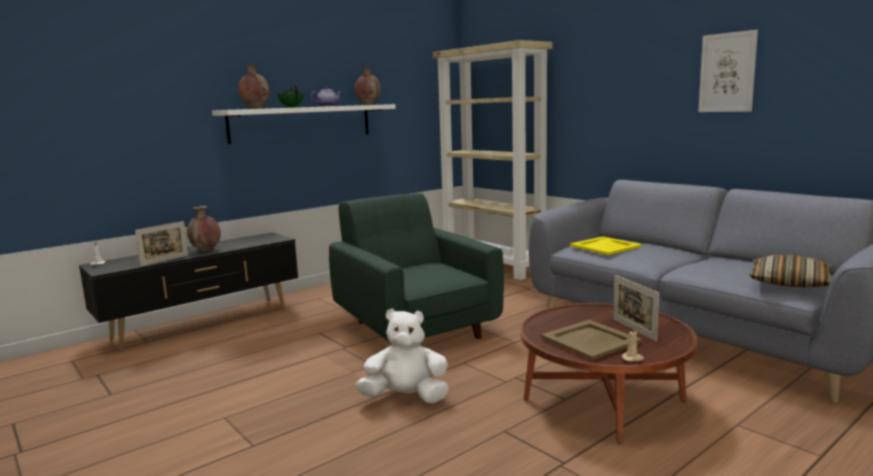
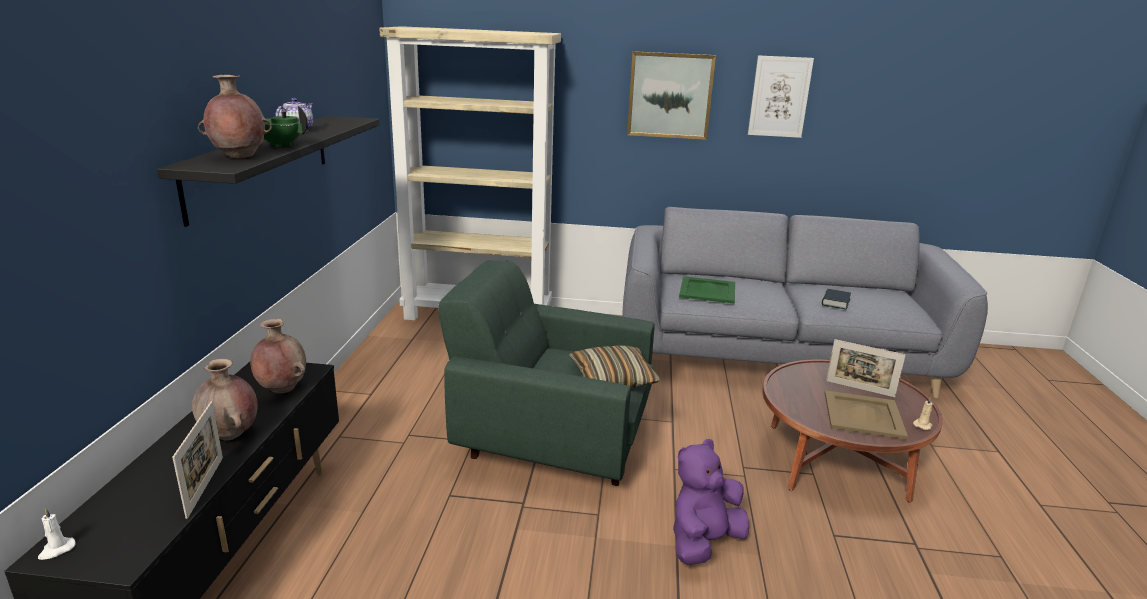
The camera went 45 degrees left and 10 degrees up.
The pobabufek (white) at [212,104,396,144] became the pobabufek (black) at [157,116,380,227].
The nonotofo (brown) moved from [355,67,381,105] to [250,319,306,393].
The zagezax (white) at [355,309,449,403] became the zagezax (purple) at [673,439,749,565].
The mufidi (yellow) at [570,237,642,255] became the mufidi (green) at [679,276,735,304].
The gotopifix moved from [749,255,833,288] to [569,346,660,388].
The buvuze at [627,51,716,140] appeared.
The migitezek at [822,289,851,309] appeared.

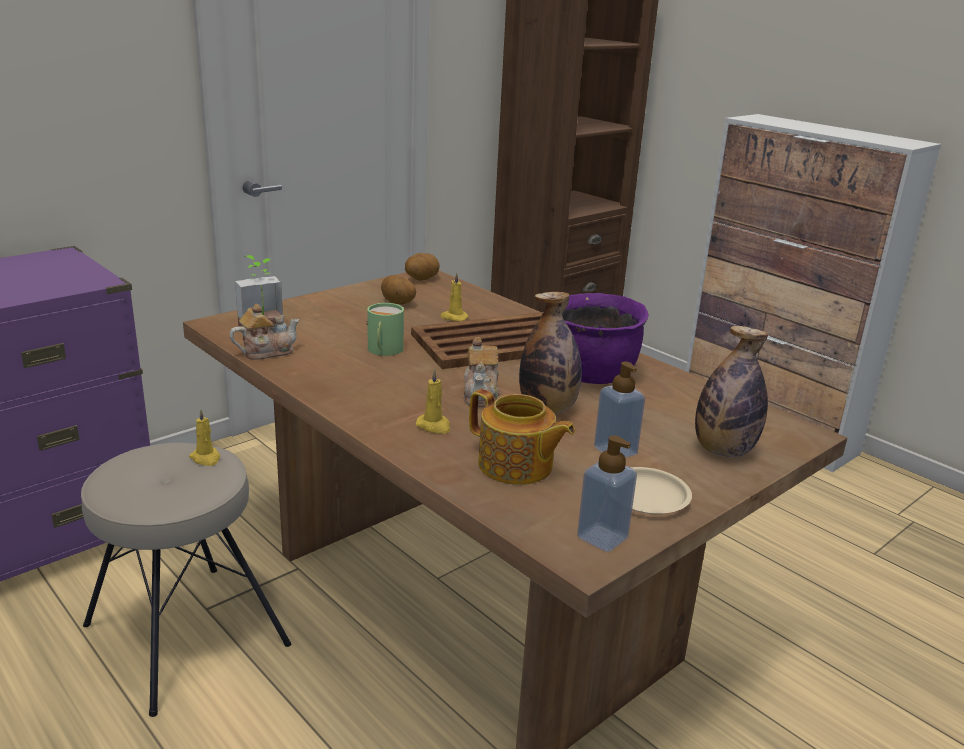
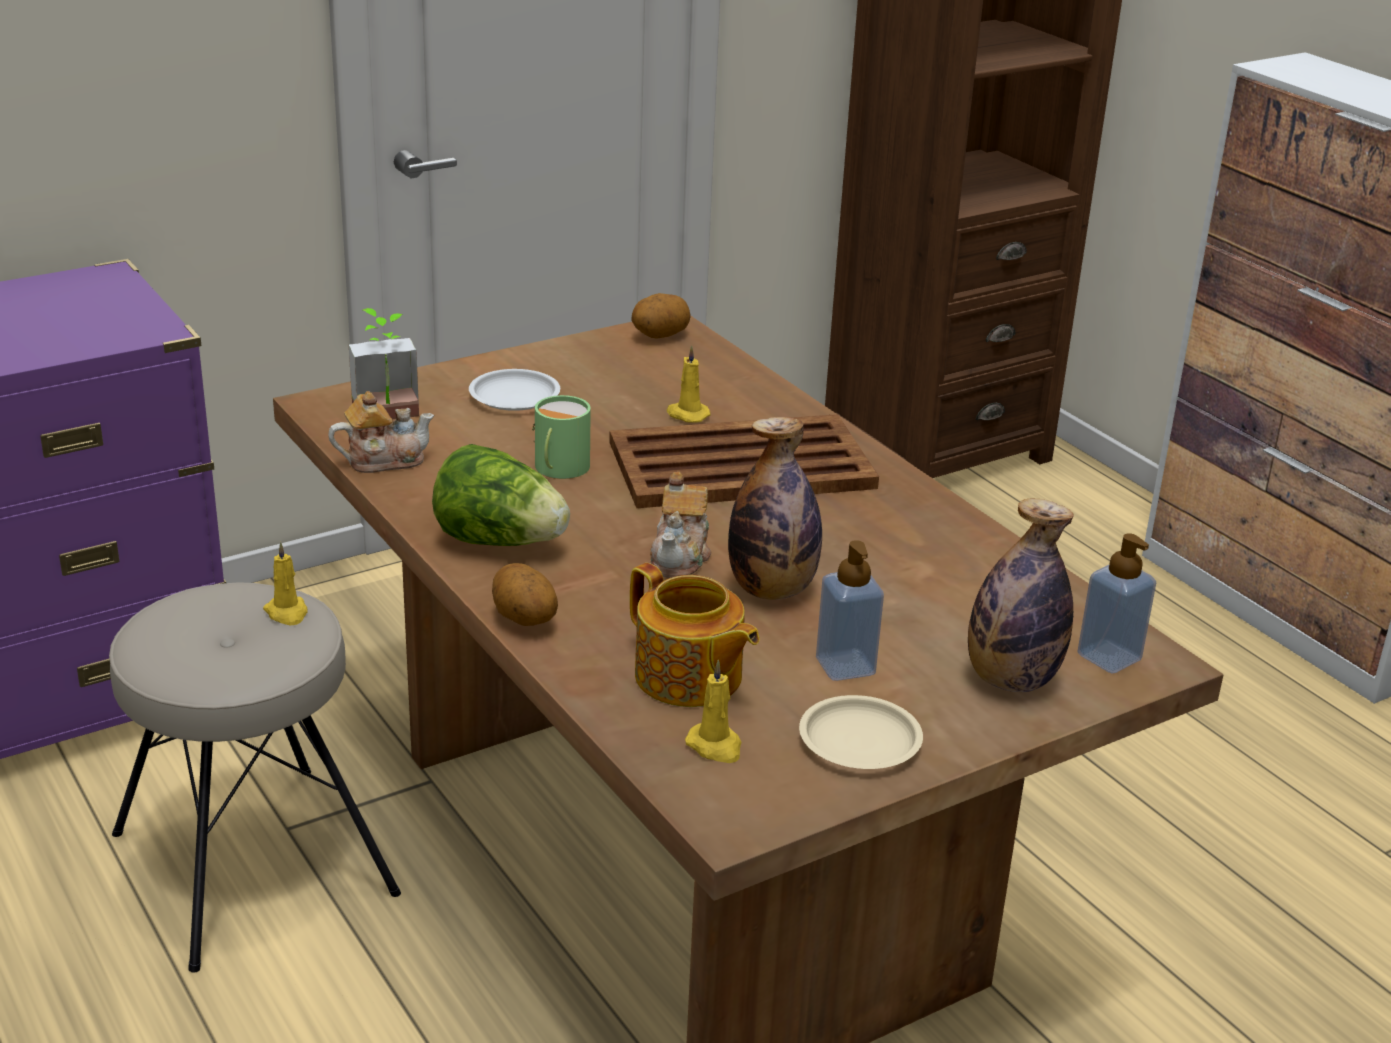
The camera went 10 degrees right and 5 degrees up.
The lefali moved from [381,275,416,305] to [492,563,558,626].
The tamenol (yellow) moved from [416,369,450,434] to [685,660,742,763].
The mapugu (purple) at [563,293,649,384] disappeared.
The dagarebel moved from [577,435,637,552] to [1077,533,1156,674].
The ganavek at [432,444,570,546] appeared.
The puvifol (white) at [469,369,560,411] appeared.

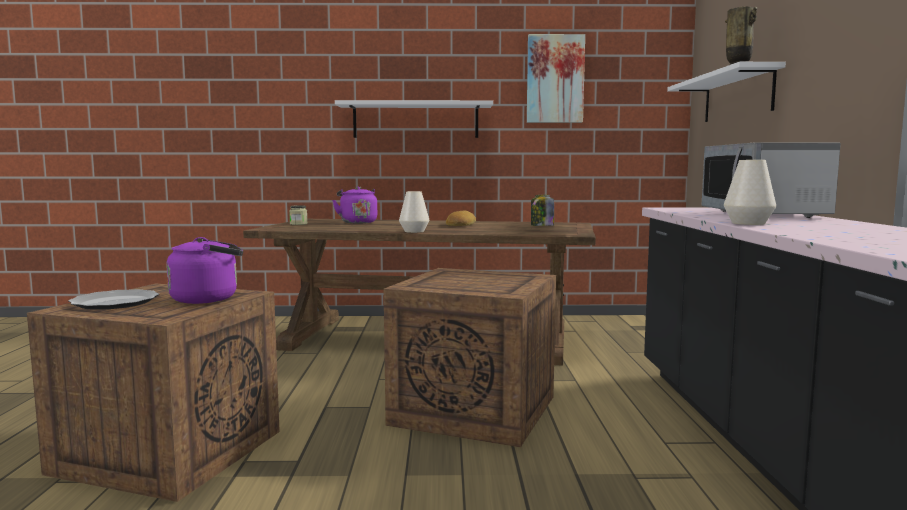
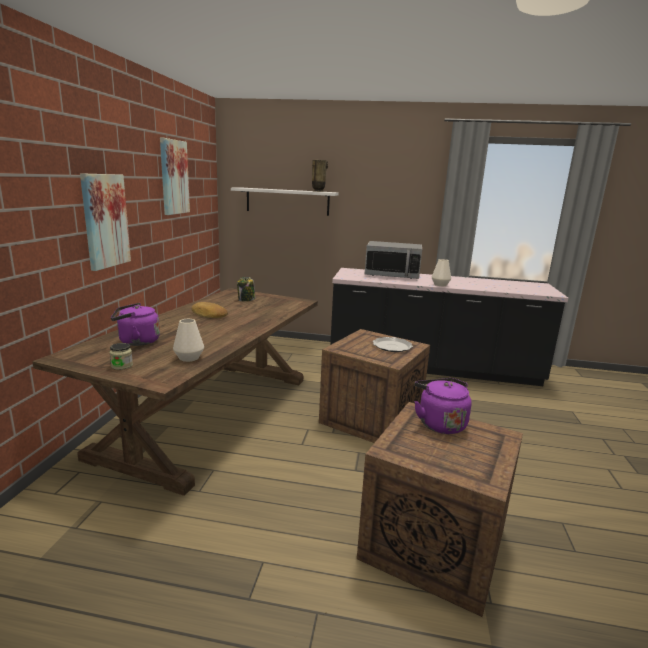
The camera went 80 degrees left and 10 degrees up.
The puvifol moved from [68,289,159,310] to [373,337,413,352].
The pobabufek (white) at [335,100,493,138] was replaced by the buvuze at [80,173,131,271].
The nonotofo (white) moved from [399,191,429,233] to [173,319,204,362].

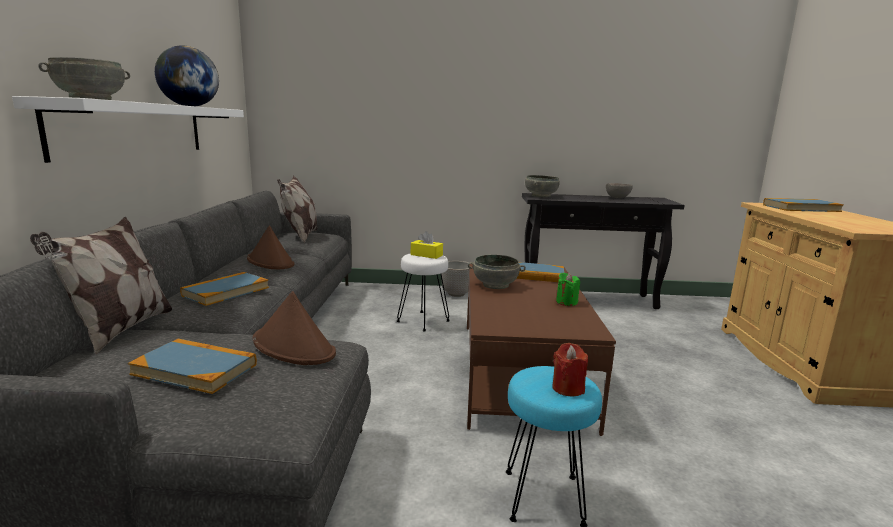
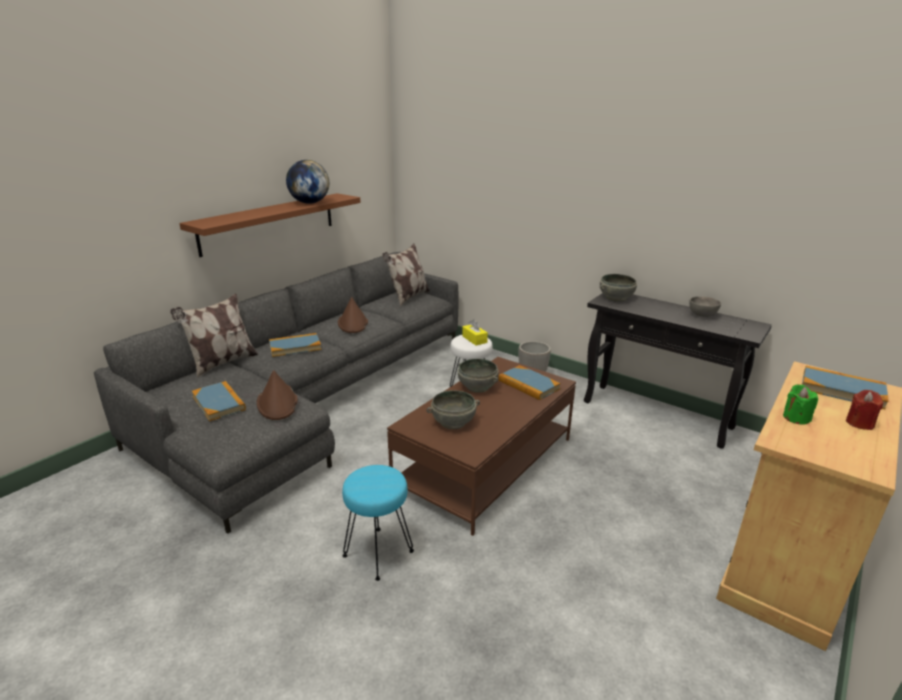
The camera went 35 degrees right and 10 degrees up.
The pobabufek (white) at [12,96,244,163] became the pobabufek (brown) at [179,193,361,257].
The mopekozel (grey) moved from [38,57,130,100] to [426,390,480,429].
The tamenol (red) moved from [552,343,588,396] to [846,390,883,430].
The tamenol (green) moved from [556,273,580,306] to [783,384,818,424].

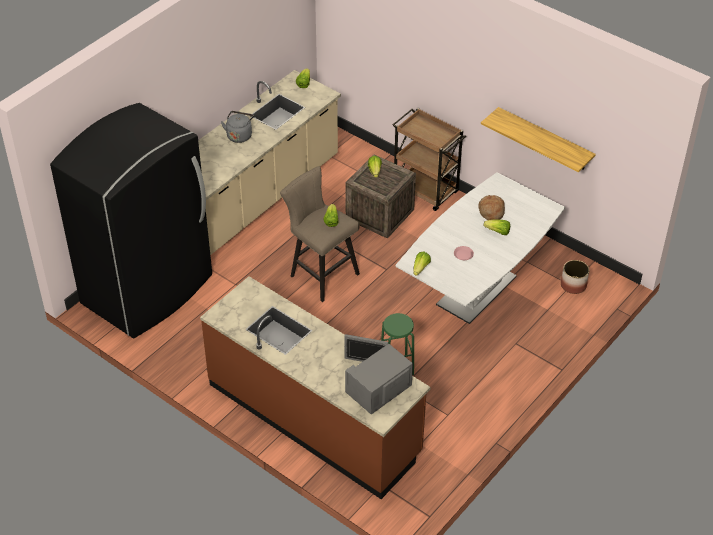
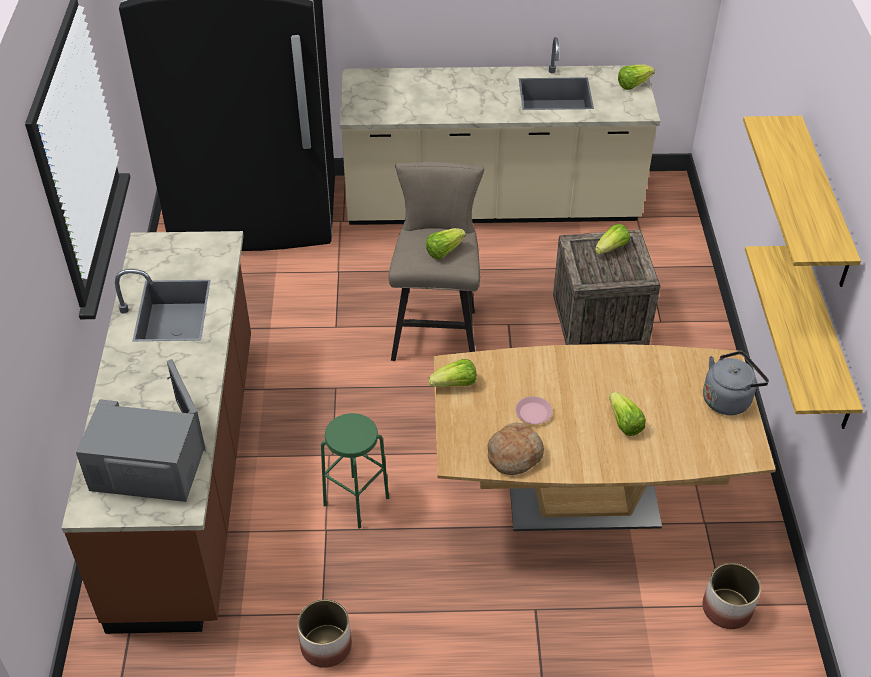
The camera went 50 degrees right and 0 degrees up.
The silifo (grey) moved from [221,111,254,143] to [703,351,769,415].
The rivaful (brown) at [393,108,466,211] disappeared.
The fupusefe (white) at [395,172,565,324] became the fupusefe (brown) at [434,344,776,531].
The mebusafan moved from [478,195,505,220] to [488,423,544,475].
The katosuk at [297,599,352,668] appeared.
The pobabufek at [743,116,861,287] appeared.

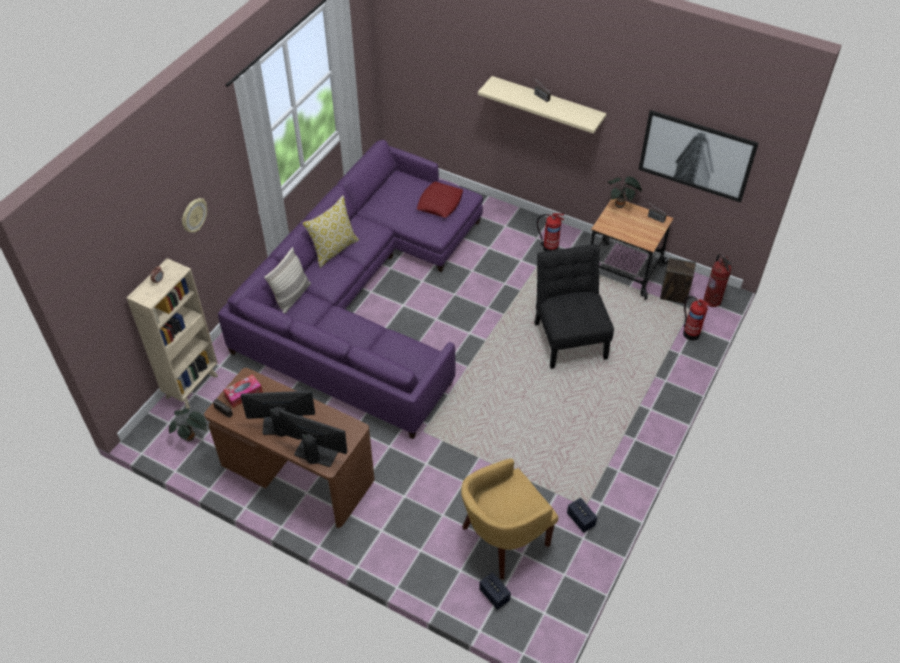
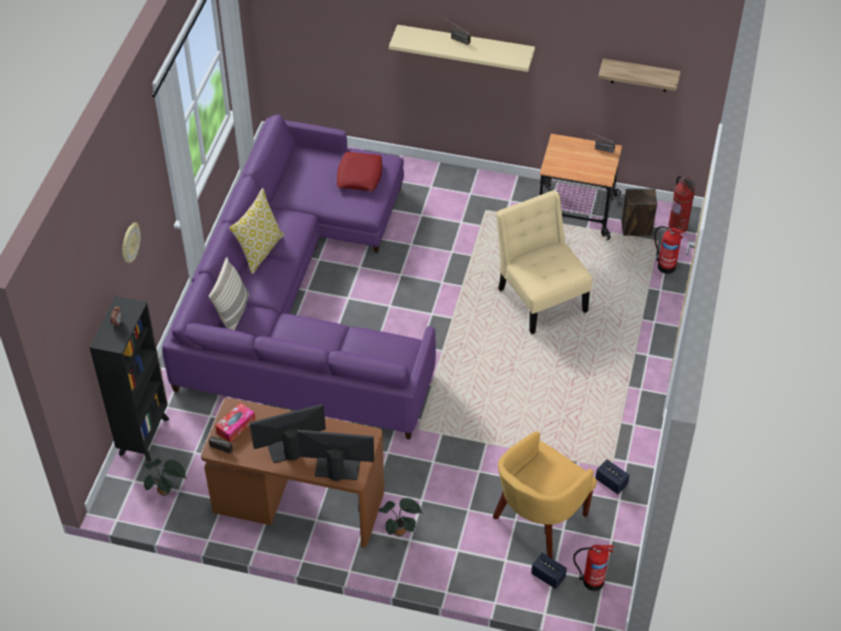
The camera went 15 degrees left and 0 degrees up.
The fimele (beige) at [127,258,218,409] became the fimele (black) at [89,296,170,462].
The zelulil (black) at [534,244,614,369] became the zelulil (beige) at [496,190,593,334].
The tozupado moved from [537,213,565,252] to [573,545,614,591].
The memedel moved from [607,176,642,208] to [378,498,423,537].
The buvuze at [639,110,759,203] was replaced by the pobabufek at [598,59,681,92].

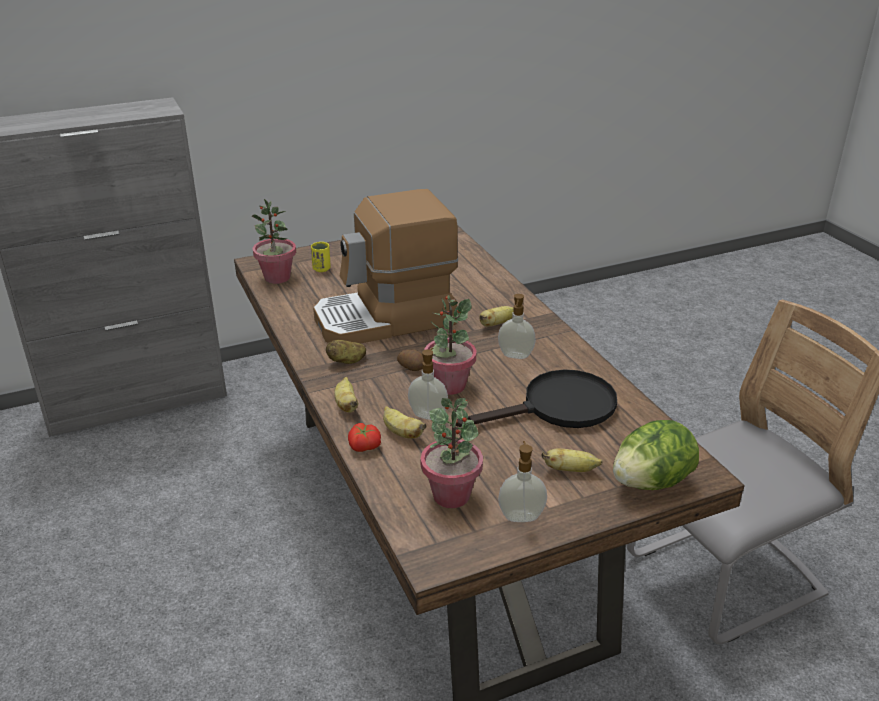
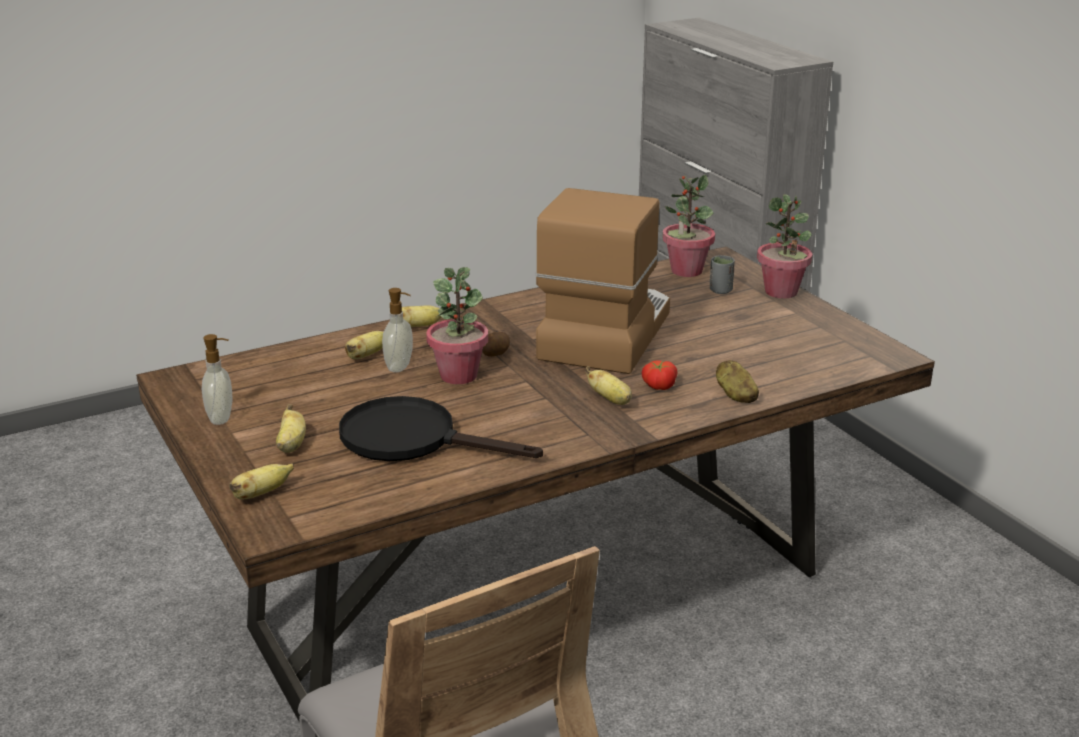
The camera went 85 degrees right and 5 degrees down.
The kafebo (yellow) at [311,242,331,272] became the kafebo (grey) at [710,255,735,294].
The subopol at [313,189,458,344] turned 45 degrees clockwise.
The lefali moved from [326,340,366,364] to [716,360,759,403].
The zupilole moved from [348,423,381,452] to [642,360,677,390].
The memedel moved from [421,398,483,508] to [757,194,812,298].
The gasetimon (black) at [456,370,617,428] turned 135 degrees clockwise.
The dagarebel at [498,294,536,359] disappeared.
The ganavek at [613,420,699,490] was replaced by the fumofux at [229,463,294,499].

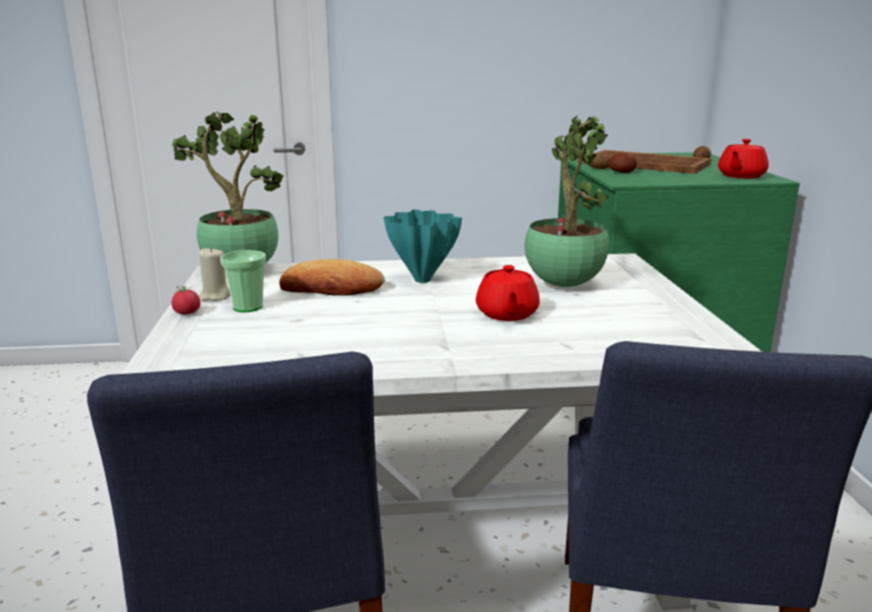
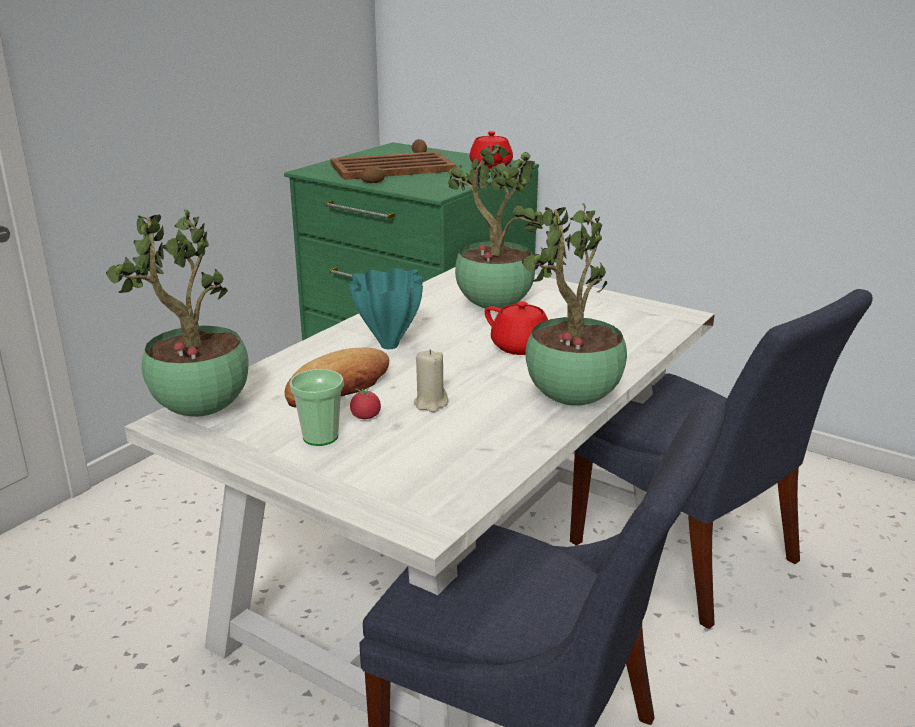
The camera went 50 degrees left and 5 degrees up.
The zupilole moved from [172,286,200,314] to [350,387,381,419].
The tamenol (beige) moved from [199,247,231,301] to [414,349,448,412].
The lefali at [608,153,637,173] disappeared.
The memedel at [522,203,627,406] appeared.

